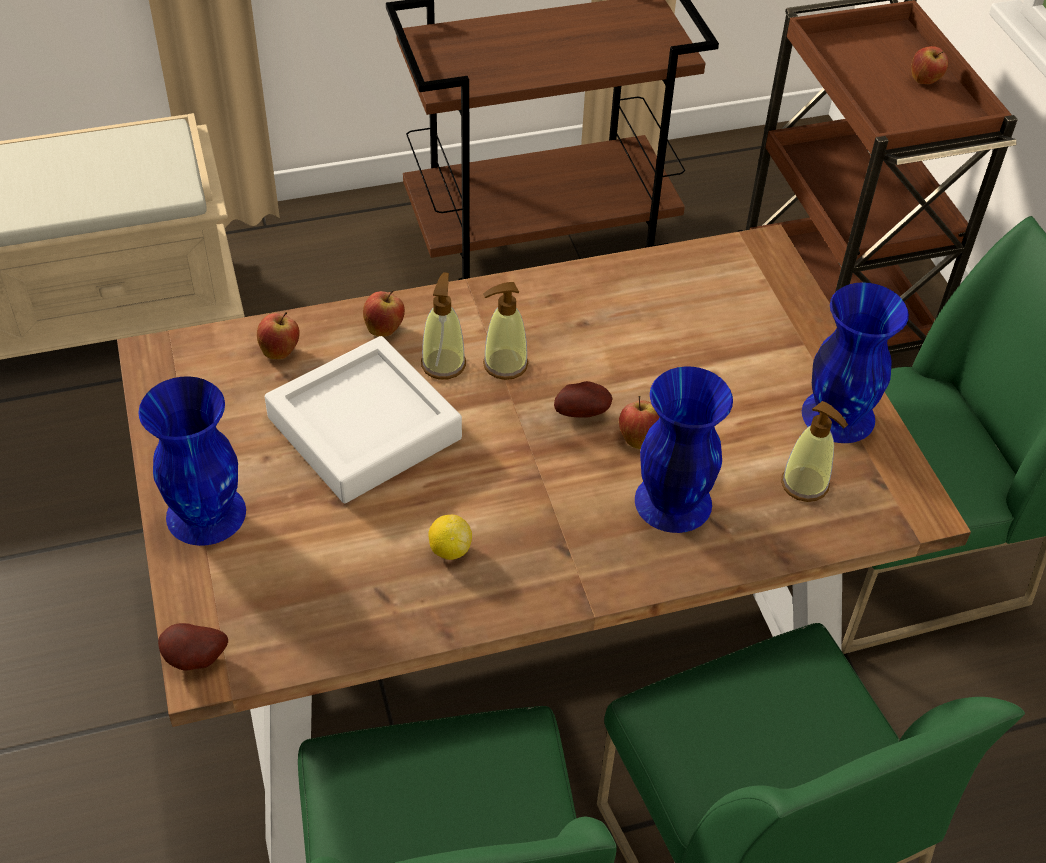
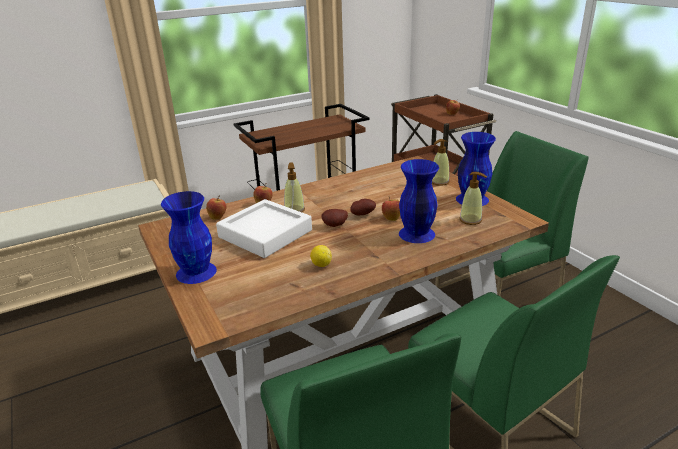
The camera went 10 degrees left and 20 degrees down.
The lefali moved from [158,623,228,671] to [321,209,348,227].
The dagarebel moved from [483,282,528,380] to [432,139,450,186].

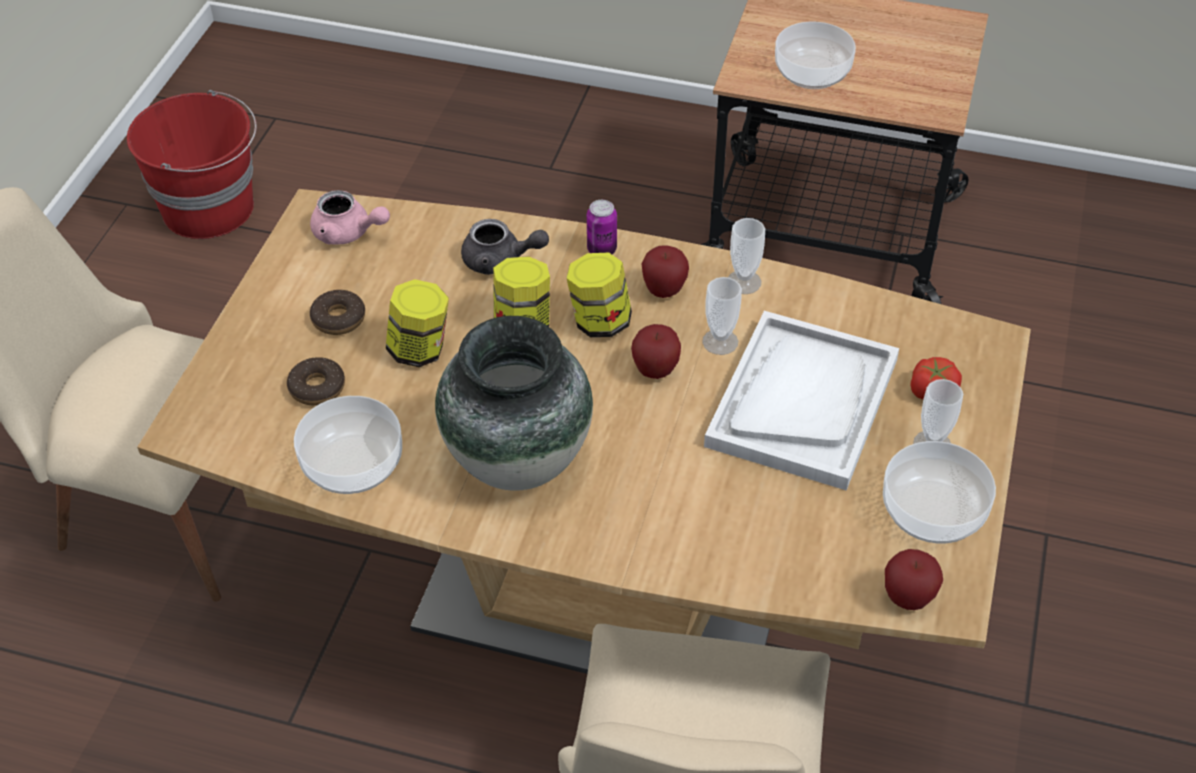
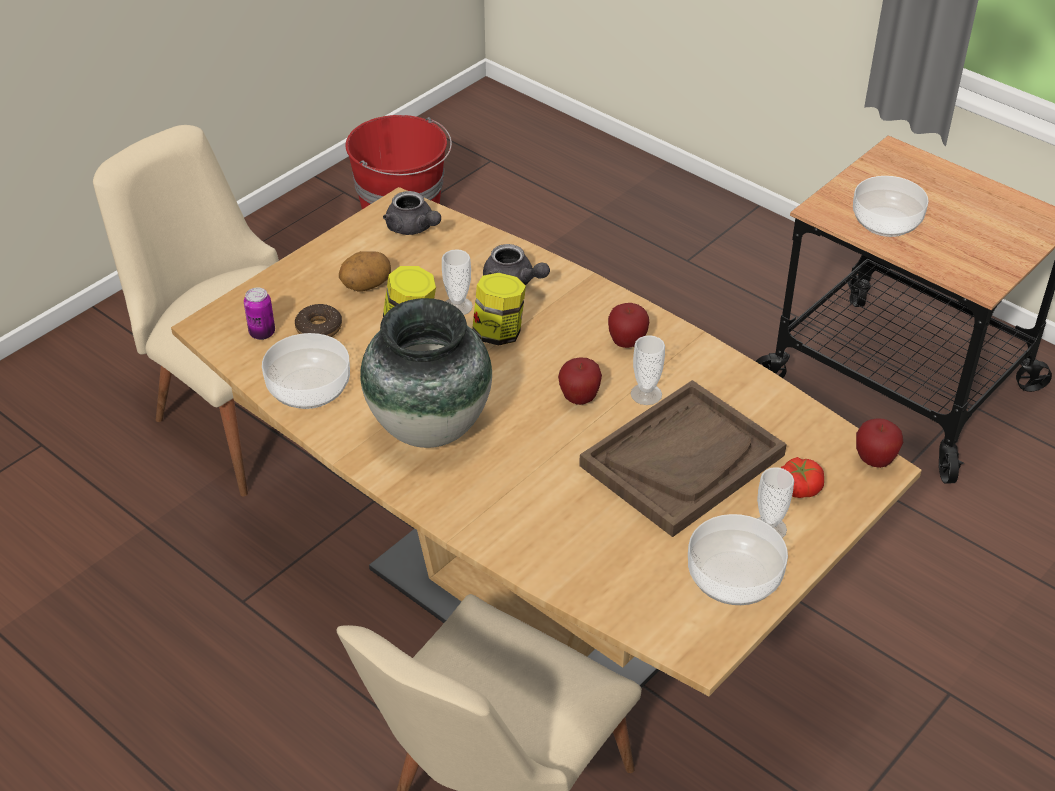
The camera went 25 degrees right and 5 degrees down.
The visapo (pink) at [310,190,390,244] became the visapo (grey) at [383,191,441,235].
The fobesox at [310,290,365,335] was replaced by the lefali at [339,251,391,292].
The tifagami at [567,253,632,337] disappeared.
The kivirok moved from [587,200,617,254] to [244,288,275,340].
The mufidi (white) at [704,311,899,491] became the mufidi (brown) at [579,380,787,537].
The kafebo moved from [728,218,765,294] to [442,249,473,315].
The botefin moved from [885,549,943,610] to [856,419,903,468].

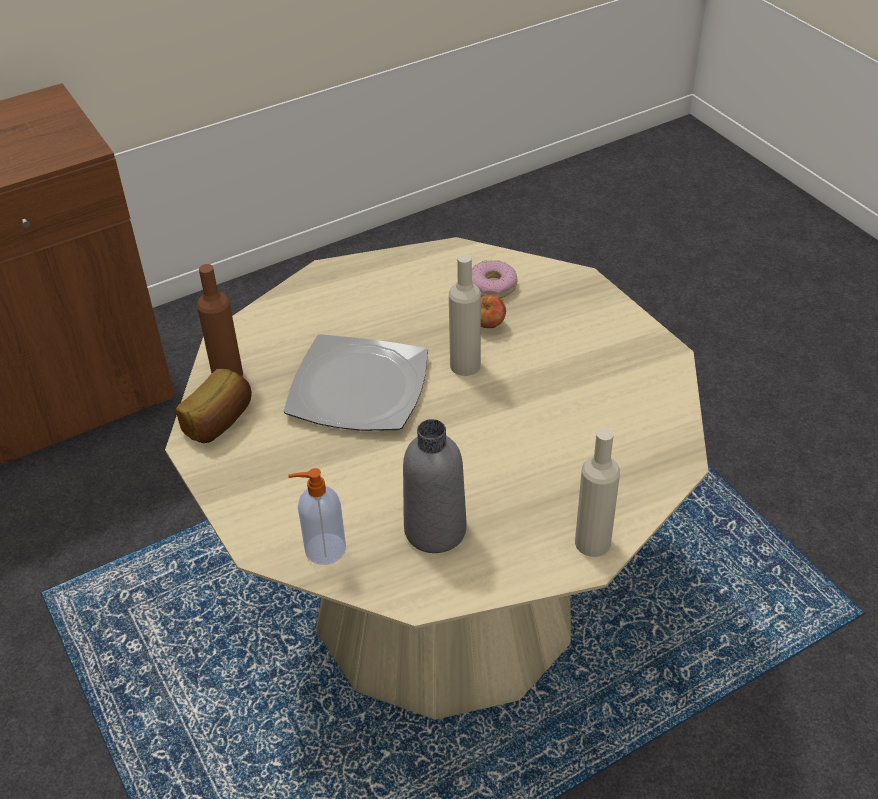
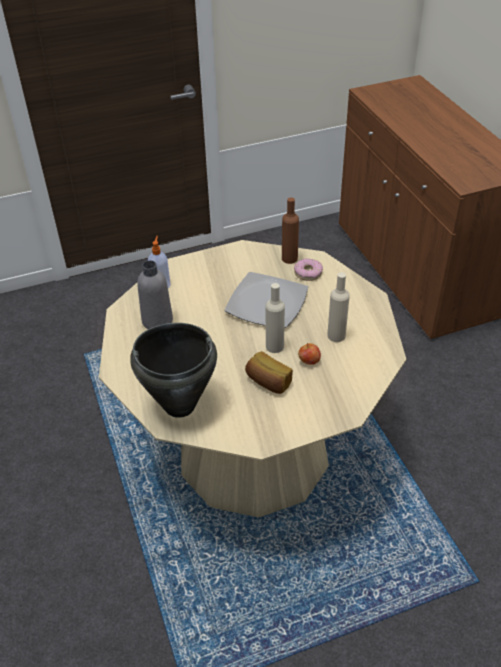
The camera went 100 degrees right and 0 degrees up.
The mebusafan moved from [176,369,252,443] to [245,351,293,394].
The fobesox moved from [472,260,518,298] to [294,258,323,281].
The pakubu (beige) moved from [575,428,620,557] to [327,272,350,342].
The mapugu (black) at [130,323,217,418] appeared.

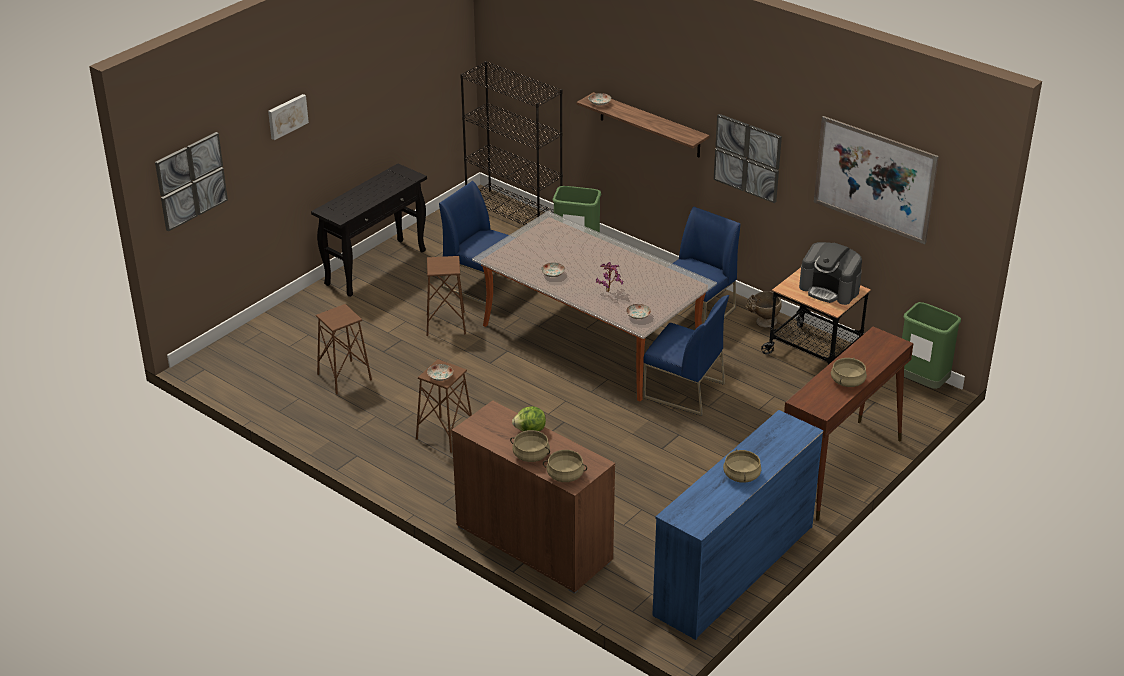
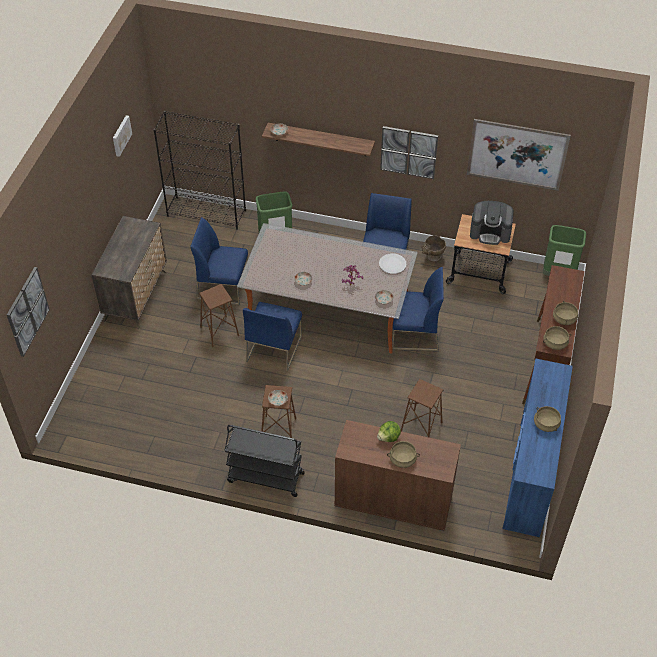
The camera went 25 degrees left and 15 degrees up.
The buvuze moved from [268,94,309,140] to [113,115,132,157].
The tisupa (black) at [311,163,427,297] was replaced by the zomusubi at [91,216,167,329].
The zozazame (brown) moved from [316,304,372,395] to [401,379,443,437].
The mapugu (beige) moved from [543,450,587,482] to [543,326,571,350].
The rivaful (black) at [224,425,305,497] appeared.
The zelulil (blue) at [243,302,302,372] appeared.
The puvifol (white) at [379,253,406,274] appeared.

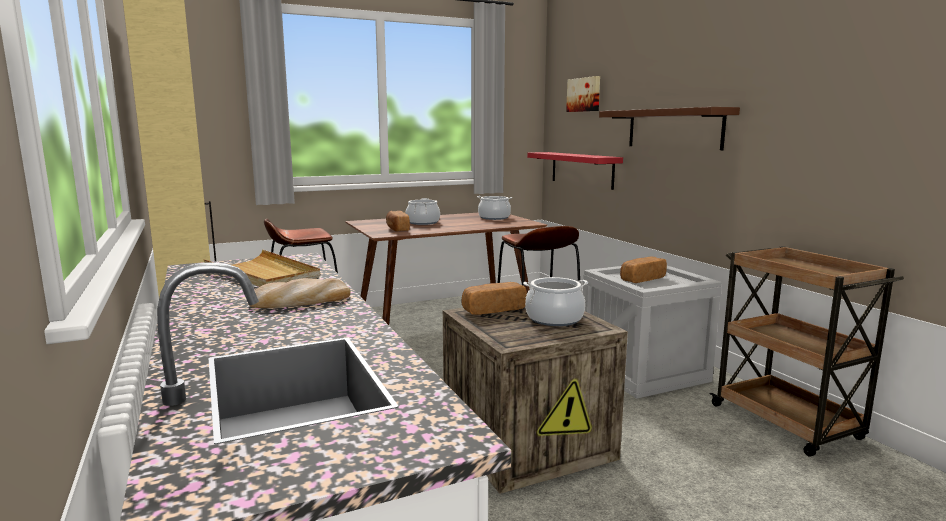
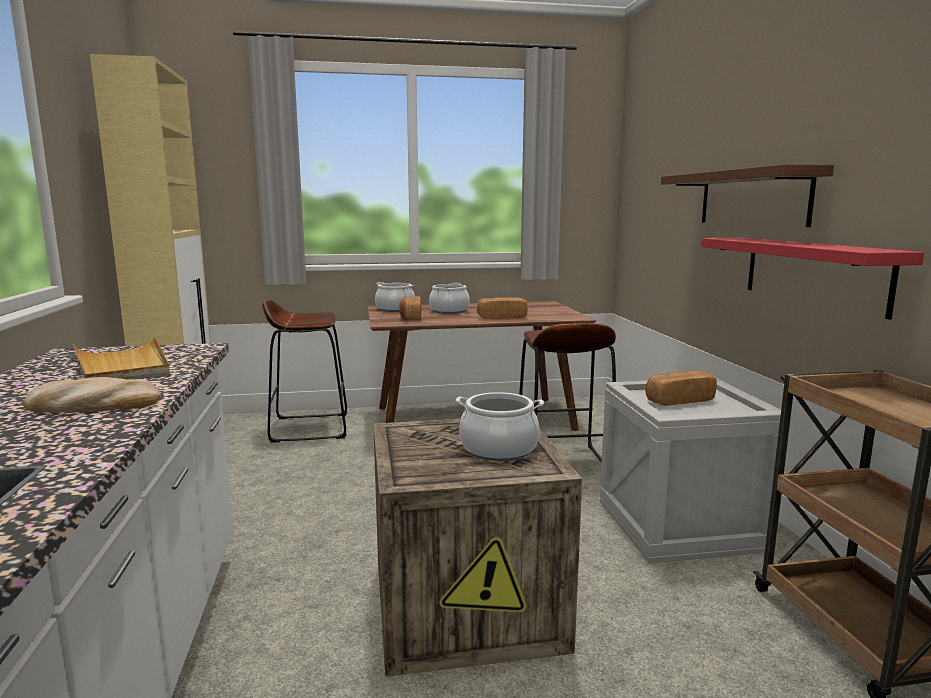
The camera went 15 degrees right and 0 degrees up.
The mebusafan moved from [462,282,527,315] to [477,297,528,319].
The mapugu moved from [477,196,512,220] to [375,282,415,312].
The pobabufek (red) moved from [527,152,623,190] to [701,238,924,320].
The buvuze at [566,76,600,112] disappeared.

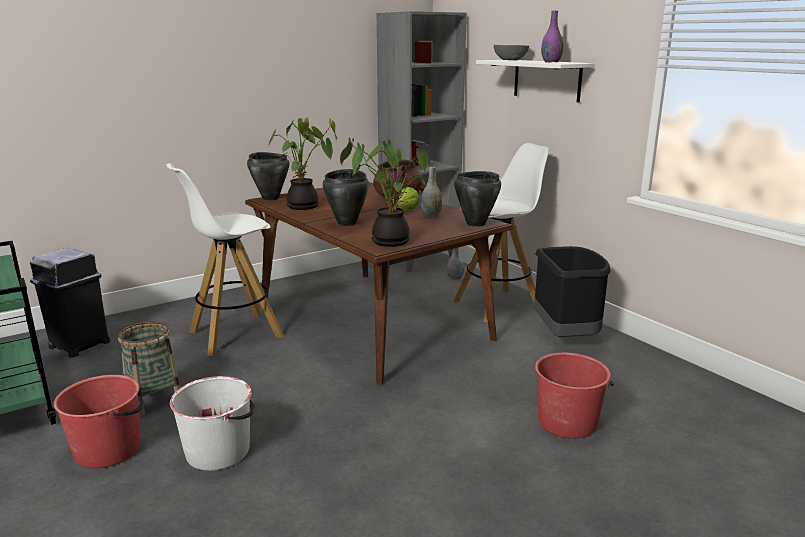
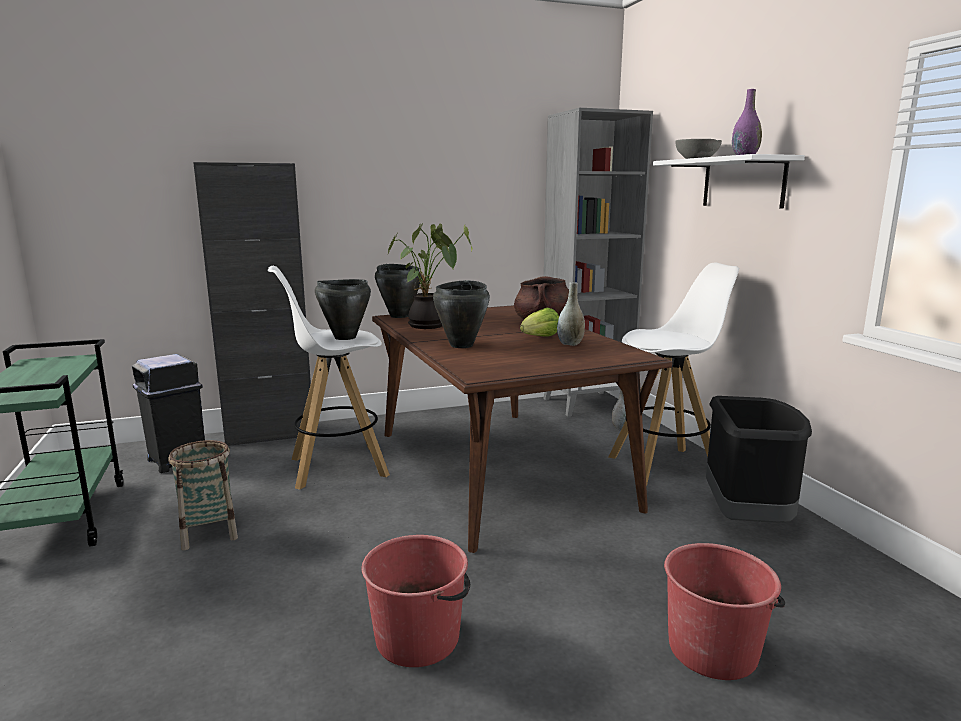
The camera went 15 degrees right and 5 degrees down.
The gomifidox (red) moved from [54,375,144,469] to [362,535,470,667].
The gomifidox (white) at [170,376,255,471] disappeared.
The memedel at [340,137,428,247] disappeared.
The mapugu (black) moved from [454,171,501,227] to [315,279,371,340].
The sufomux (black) at [193,162,311,446] appeared.

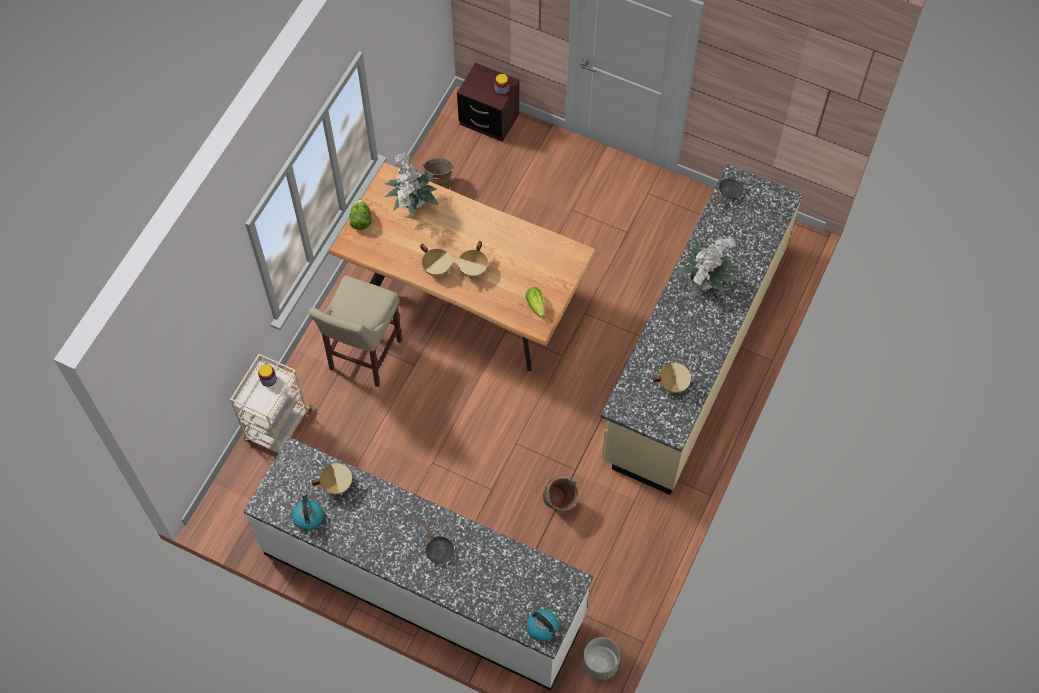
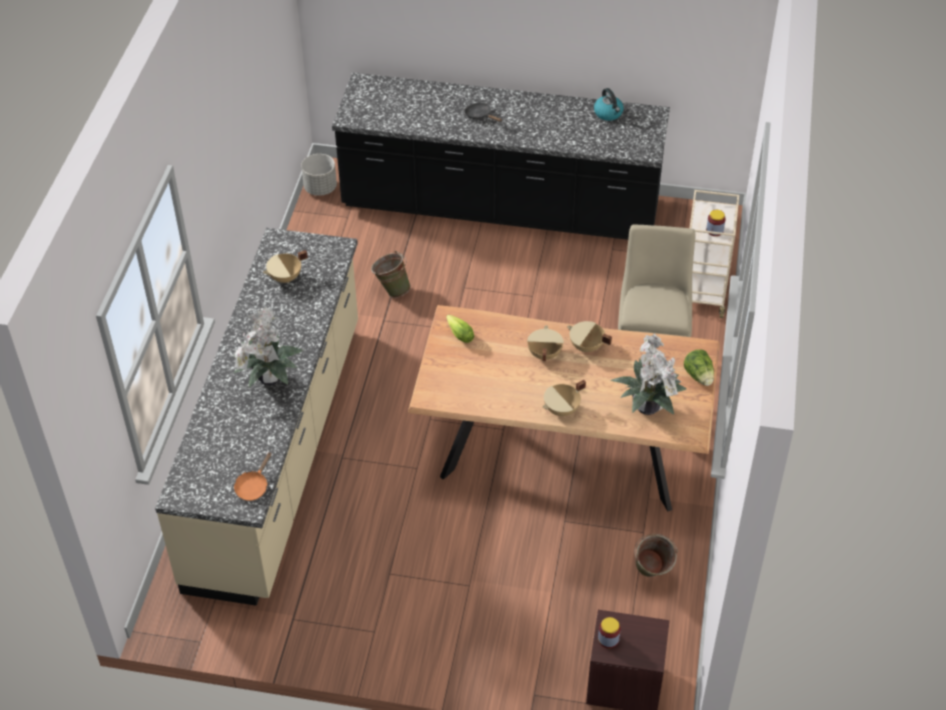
The camera went 165 degrees right and 15 degrees down.
The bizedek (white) at [244,437,593,691] became the bizedek (black) at [332,73,670,240].
The mapugu (beige) moved from [311,463,356,495] to [543,380,586,416].
The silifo at [527,609,559,641] disappeared.
The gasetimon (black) at [713,178,744,207] became the gasetimon (orange) at [234,452,272,501].

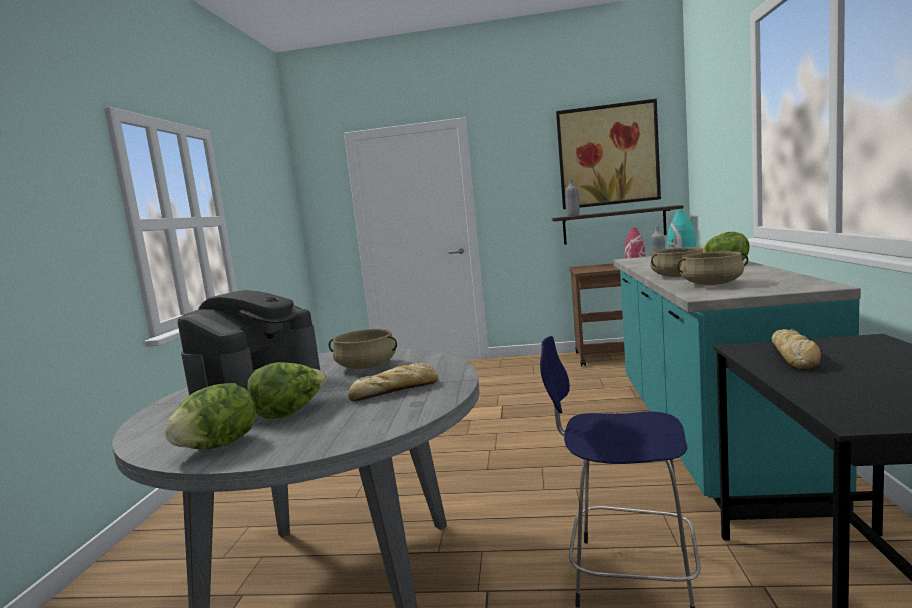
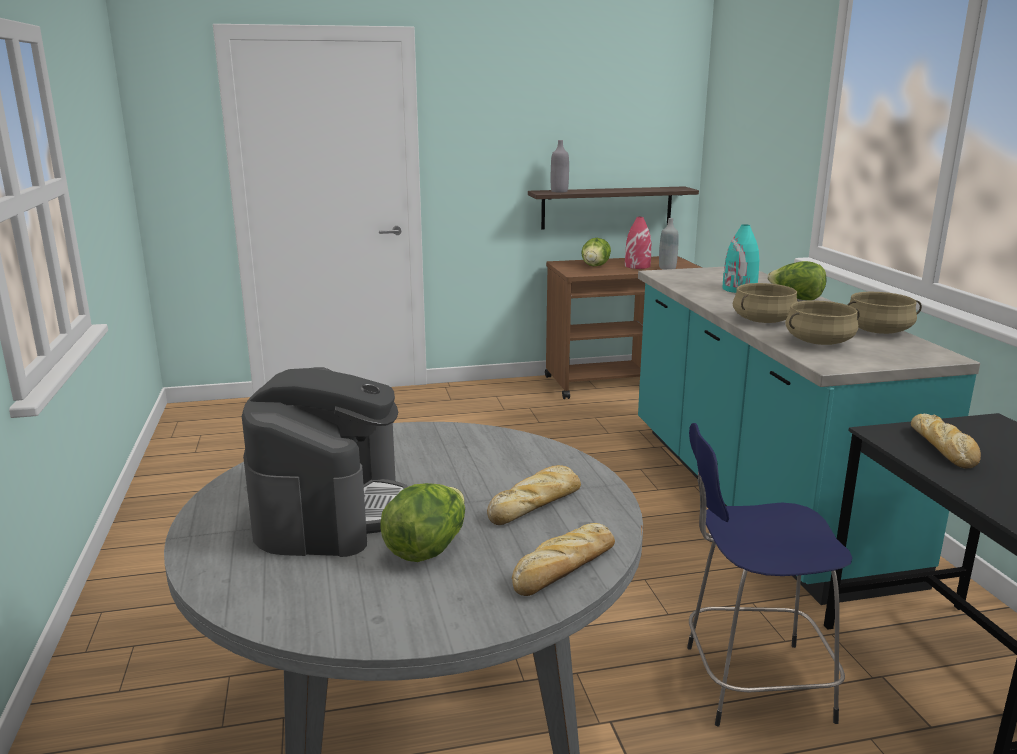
The camera went 20 degrees left and 10 degrees up.
The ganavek moved from [164,383,256,449] to [581,238,611,266].
The mapugu (beige) moved from [329,329,397,369] to [847,292,922,334].
The buvuze at [556,99,661,209] disappeared.
The mebusafan at [512,523,615,596] appeared.

